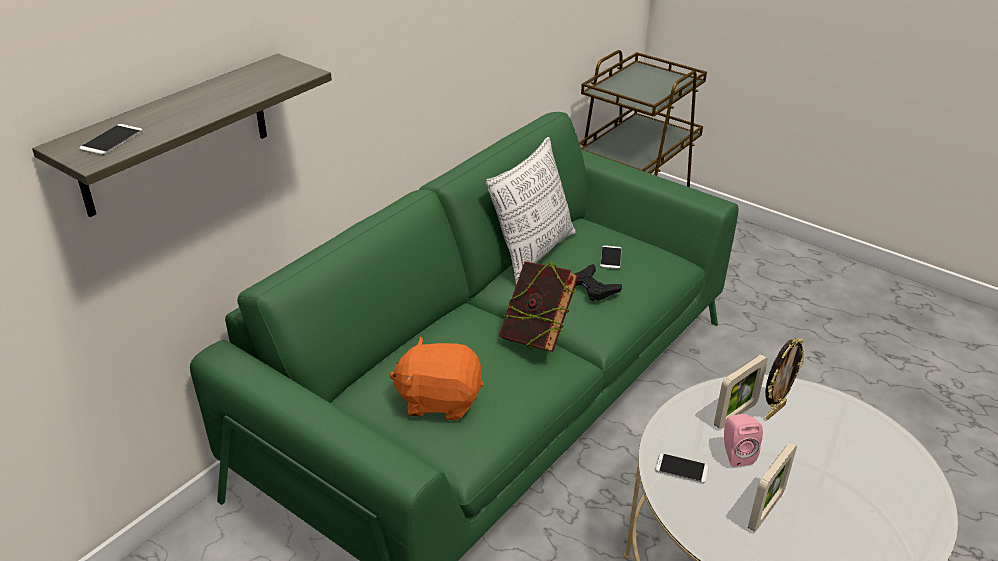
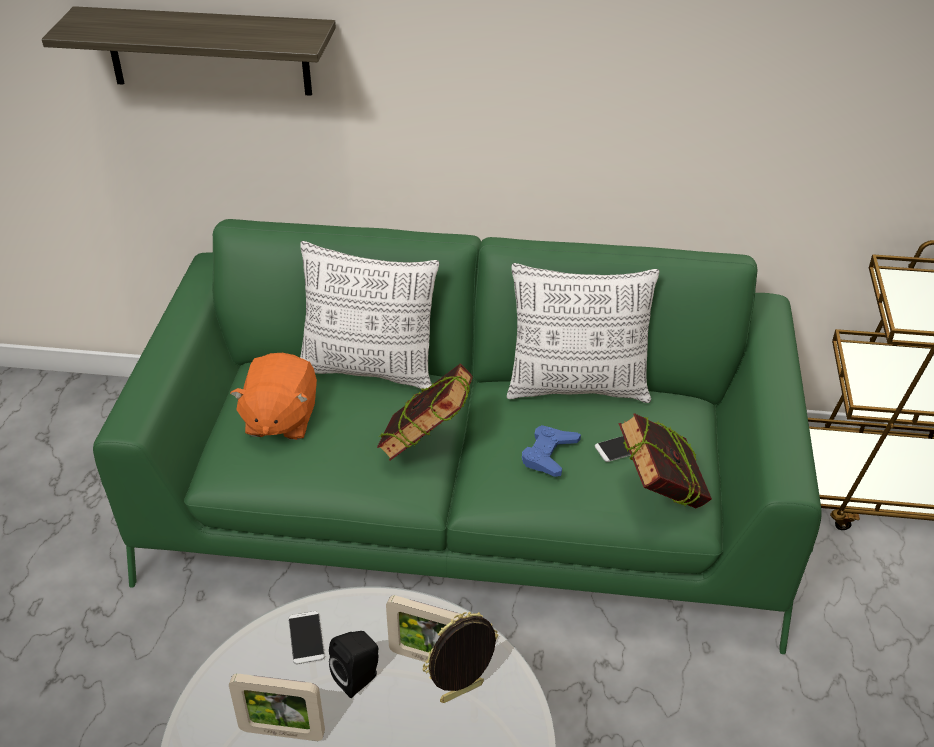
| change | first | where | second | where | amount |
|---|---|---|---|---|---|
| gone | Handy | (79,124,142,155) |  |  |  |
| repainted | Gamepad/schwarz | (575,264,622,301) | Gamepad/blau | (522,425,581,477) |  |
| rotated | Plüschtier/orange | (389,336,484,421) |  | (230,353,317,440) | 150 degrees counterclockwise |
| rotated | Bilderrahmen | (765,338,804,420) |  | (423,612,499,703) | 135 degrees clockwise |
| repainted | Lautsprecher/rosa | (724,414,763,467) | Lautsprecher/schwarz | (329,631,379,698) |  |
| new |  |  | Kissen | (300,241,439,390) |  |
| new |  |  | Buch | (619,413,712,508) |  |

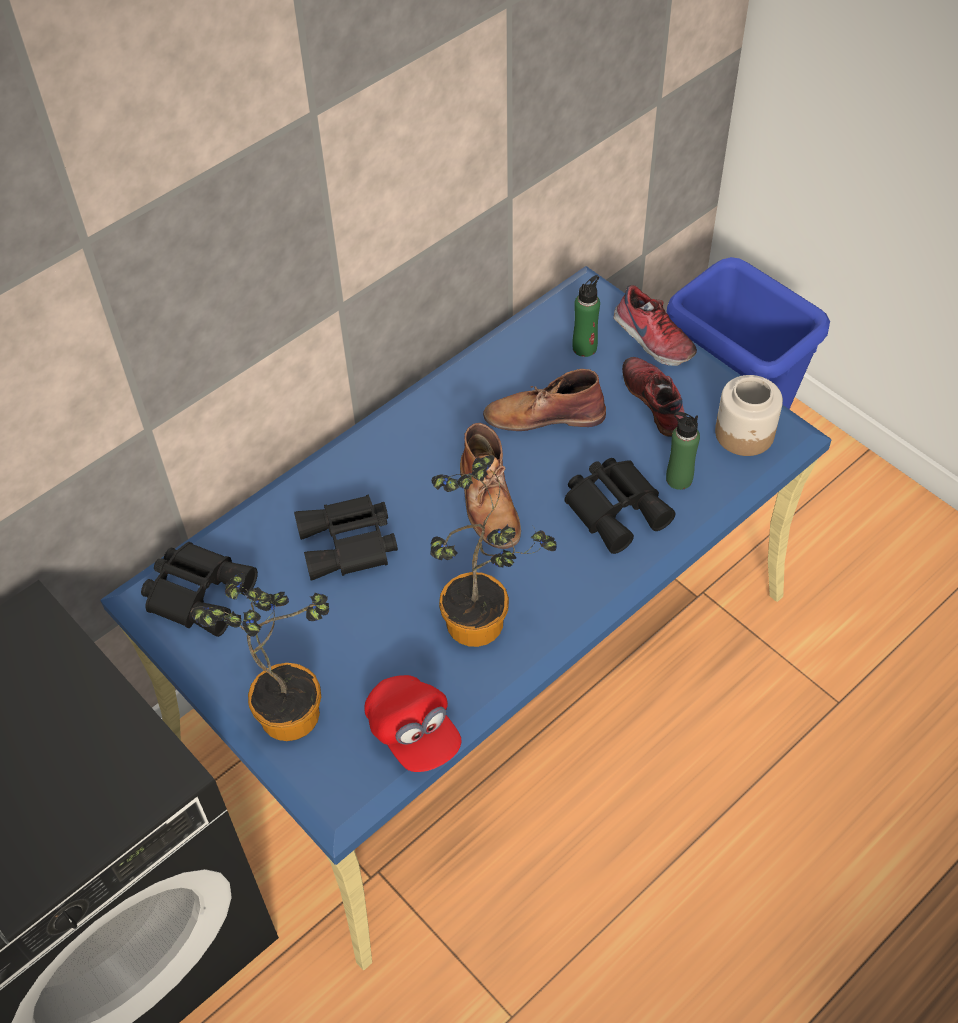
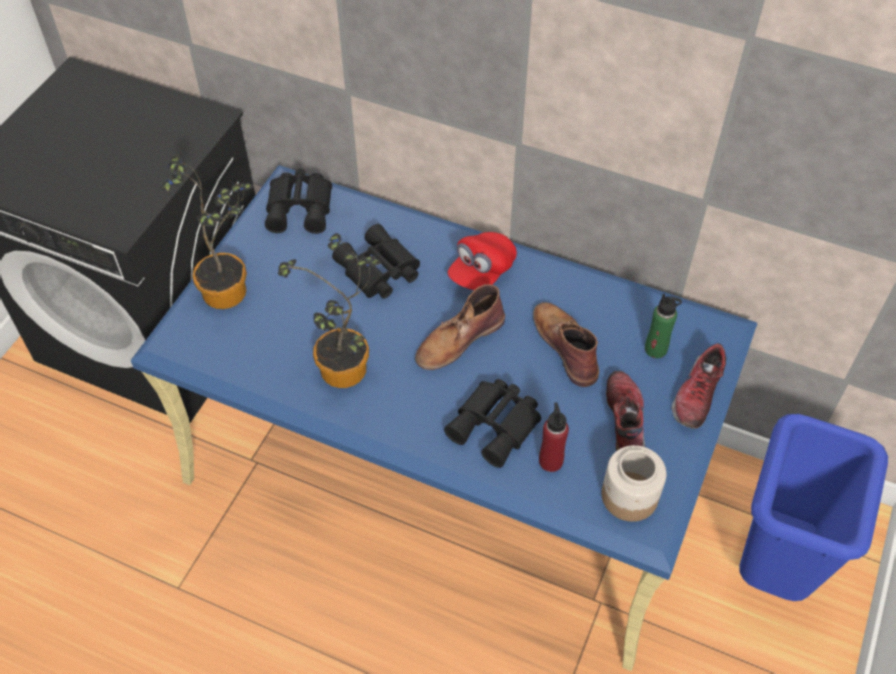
| change | first | where | second | where | amount |
|---|---|---|---|---|---|
| rotated | Schuh | (622,357,685,436) |  | (606,371,645,451) | 45 degrees counterclockwise |
| repainted | Flasche/grün | (666,412,700,490) | Flasche/rot | (539,402,569,472) |  |
| shifted | Kappe/rot | (364,675,462,772) |  | (447,232,517,290) |  |

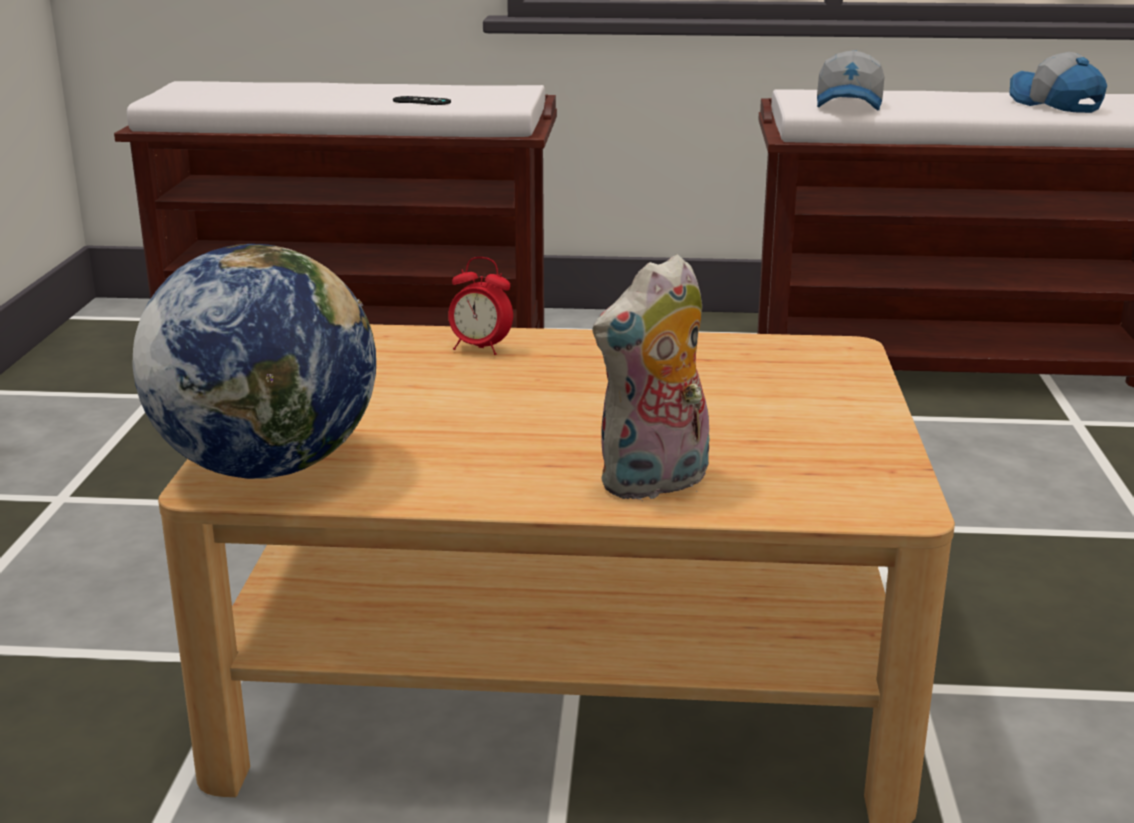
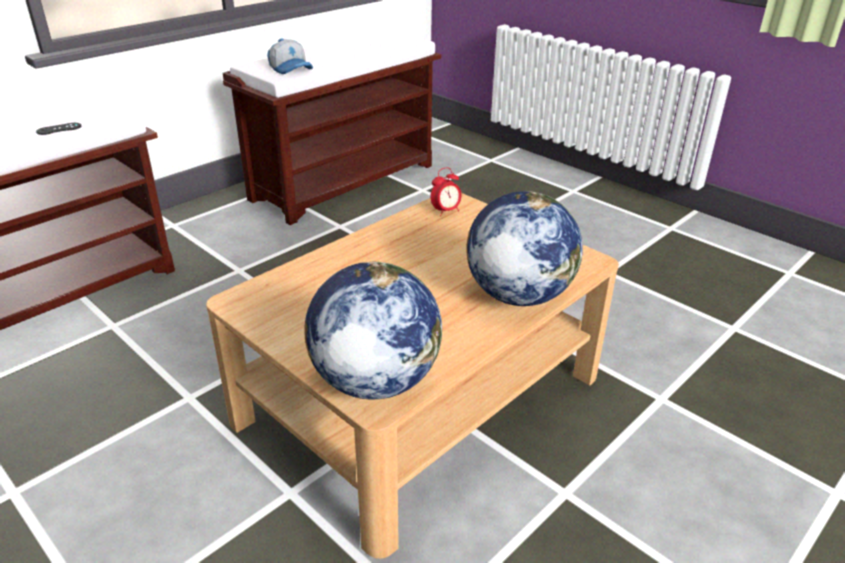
| change | first | where | second | where | amount |
|---|---|---|---|---|---|
| gone | Kappe | (1010,52,1107,113) |  |  |  |
| swapped | Plüschtier | (593,254,710,501) | Globus | (467,191,583,306) |  |
| shifted | Wecker | (448,257,513,355) |  | (430,167,462,216) |  |

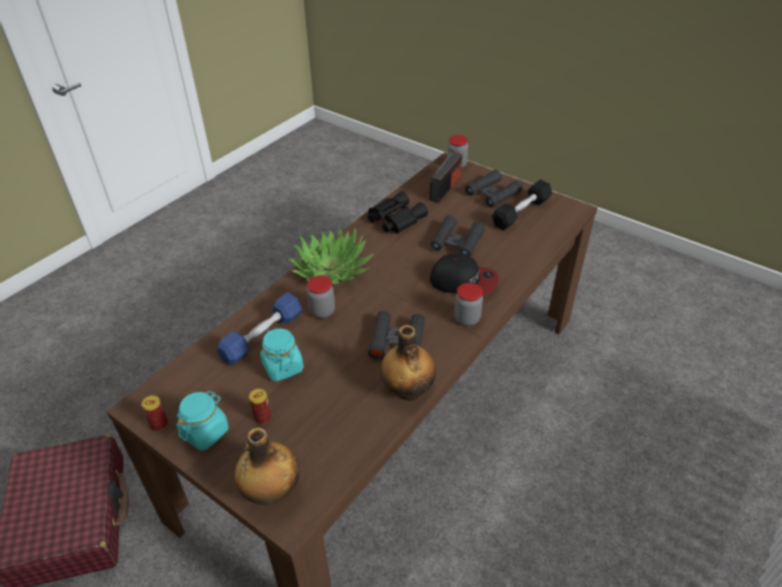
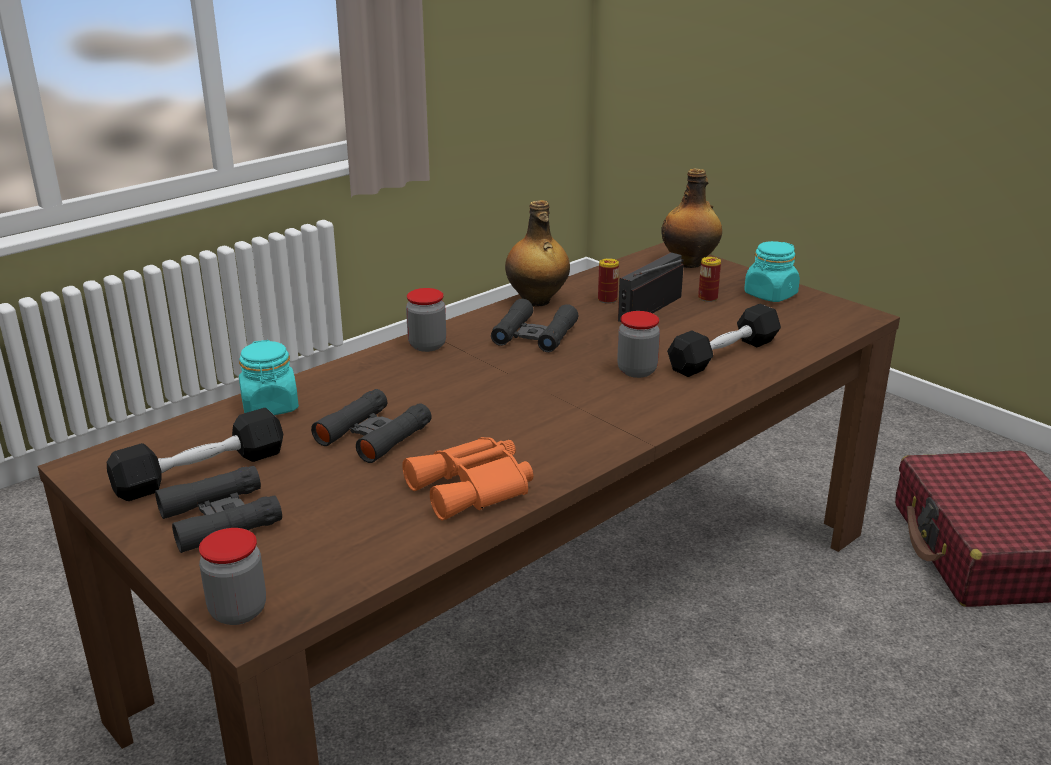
| change | first | where | second | where | amount |
|---|---|---|---|---|---|
| shifted | Radio | (429,149,462,203) |  | (618,252,684,322) |  |
| repainted | Fernglas/schwarz | (368,191,428,234) | Fernglas/orange | (402,437,533,521) |  |
| gone | Topfpflanze | (288,227,373,284) |  |  |  |
| gone | Kappe | (430,253,499,296) |  |  |  |
| repainted | Hantel/blau | (217,292,302,365) | Hantel/schwarz | (667,304,781,377) |  |
| shifted | Vorratsglas/türkis | (260,328,304,381) |  | (239,340,299,415) |  |
| shifted | Dose | (142,395,168,431) |  | (598,258,619,304) |  |

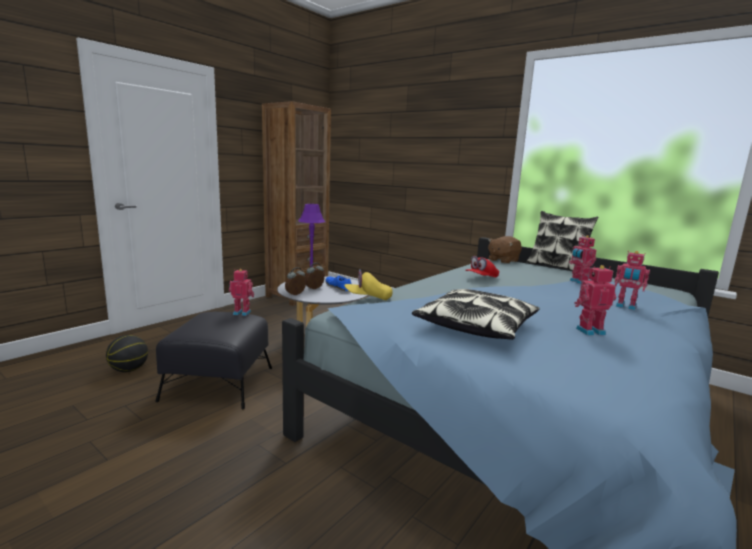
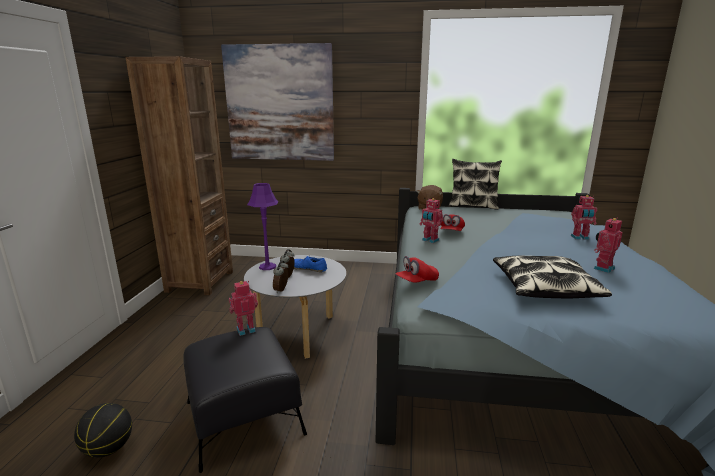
| change | first | where | second | where | amount |
|---|---|---|---|---|---|
| shifted | Spielzeugroboter | (569,235,596,284) |  | (419,198,443,243) |  |
| repainted | Kappe/gelb | (344,269,393,300) | Kappe/rot | (395,256,439,283) |  |
| new |  |  | Bild | (221,43,334,161) |  |

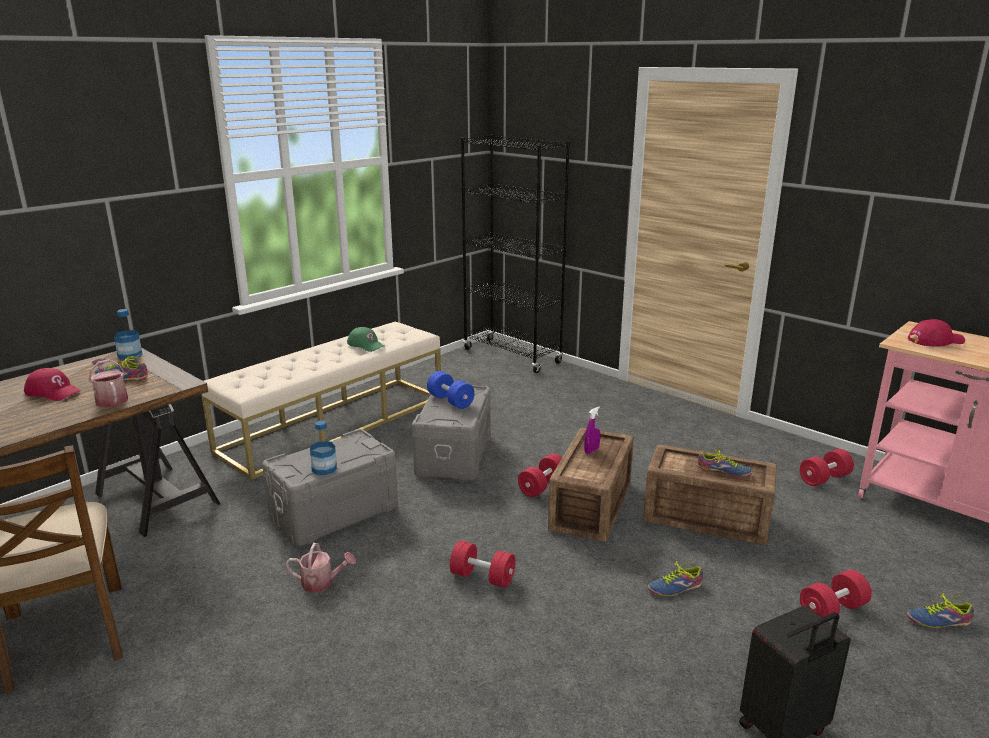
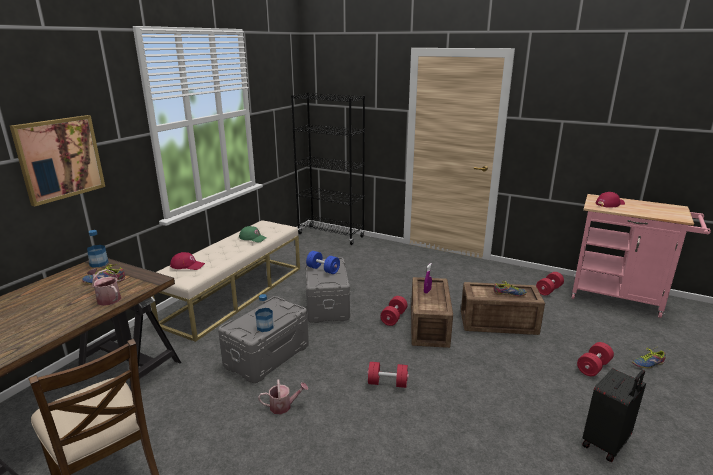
| change | first | where | second | where | amount |
|---|---|---|---|---|---|
| shifted | Kappe/rot | (24,368,81,401) |  | (170,252,205,270) |  |
| gone | Schuh | (648,560,703,596) |  |  |  |
| new |  |  | Bild | (10,115,105,207) |  |

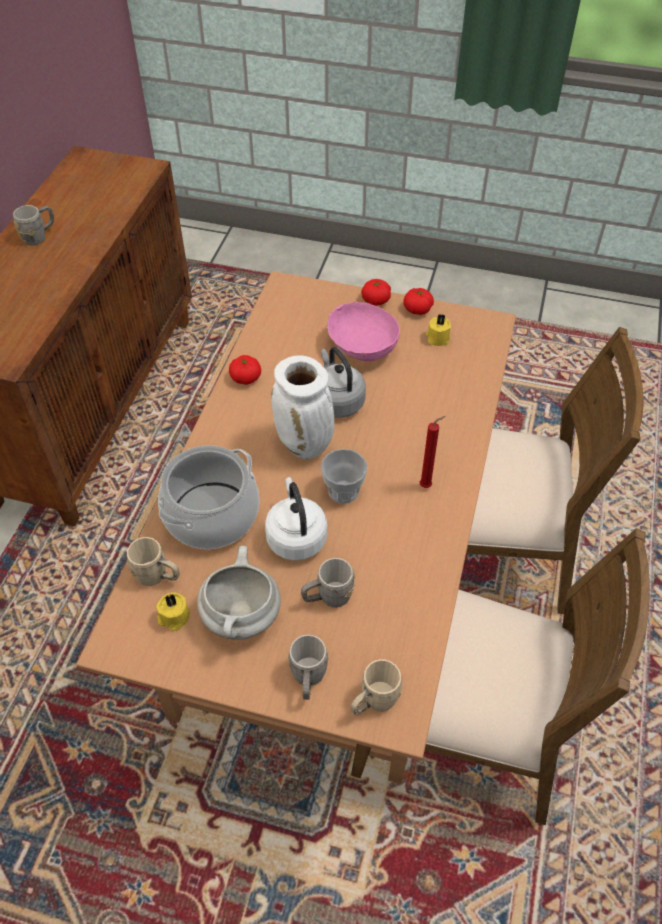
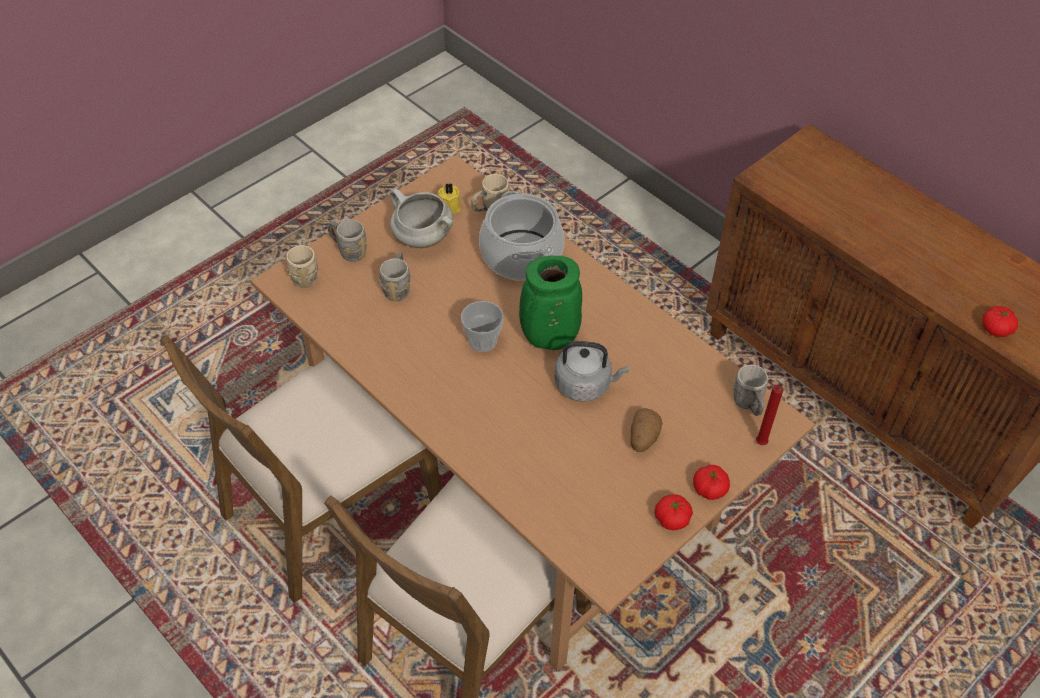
| change | first | where | second | where | amount |
|---|---|---|---|---|---|
| shifted | Henkelbecher/grau | (13,205,54,245) |  | (733,365,768,416) |  |
| swapped | Schüssel/rosa | (327,302,400,361) | Kartoffel | (630,408,662,452) |  |
| gone | Kerze/gelb | (426,314,451,346) |  |  |  |
| shifted | Tomate | (229,355,261,385) |  | (982,306,1018,337) |  |
| repainted | Vase/weiß | (271,355,334,459) | Vase/grün | (519,256,582,350) |  |
| shifted | Kerze/rot | (420,416,445,488) |  | (756,385,783,445) |  |
| gone | Wasserkessel/weiß | (265,477,327,561) |  |  |  |

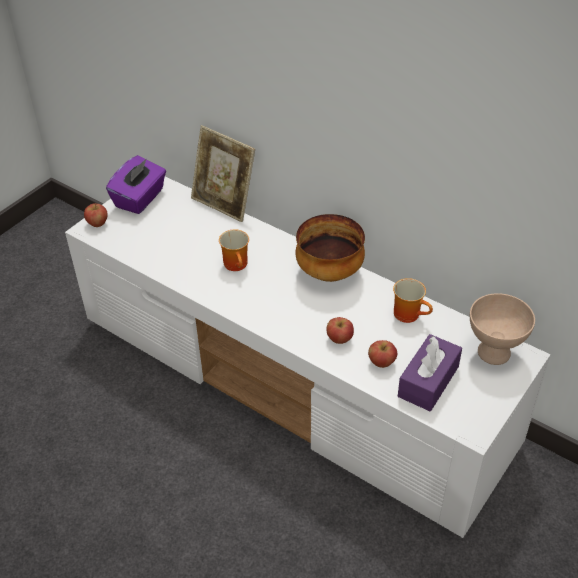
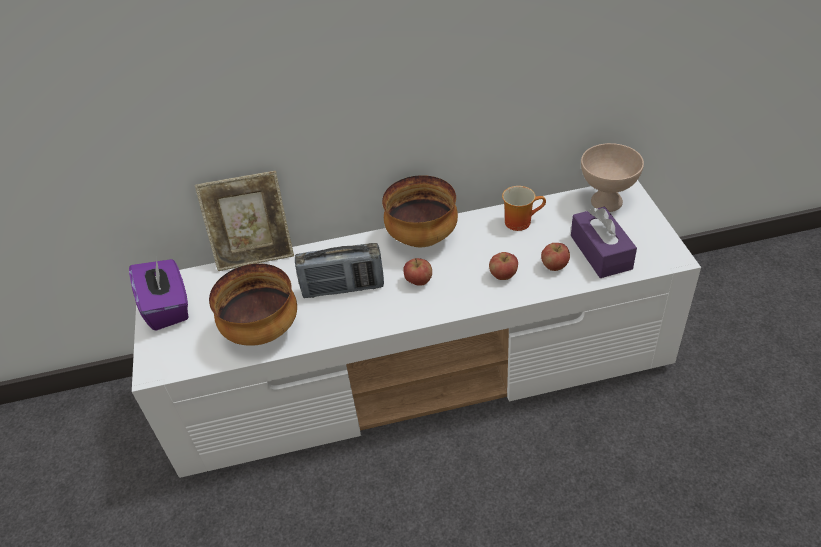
| change | first | where | second | where | amount |
|---|---|---|---|---|---|
| shifted | Apfel | (84,203,108,227) |  | (403,258,432,286) |  |
| swapped | Henkelbecher | (219,230,249,271) | Radio | (295,243,384,298) |  |
| new |  |  | Schüssel | (209,264,297,346) |  |

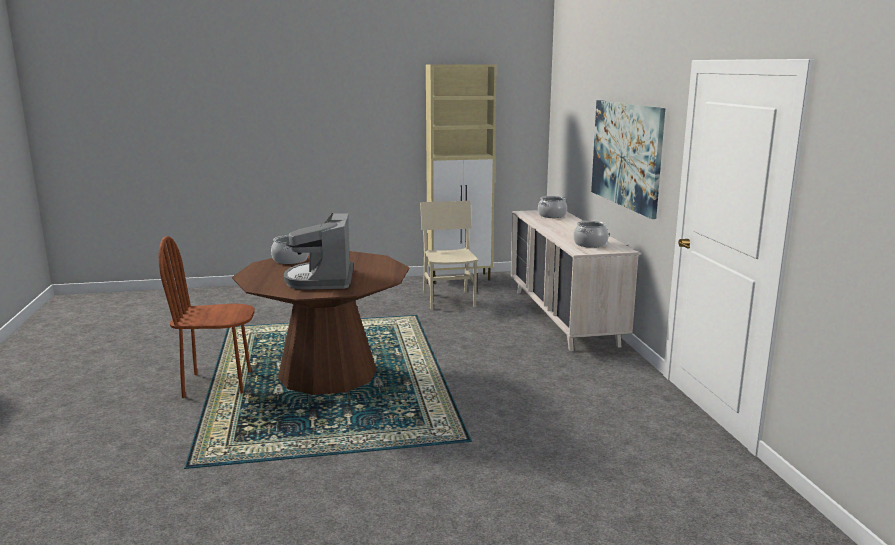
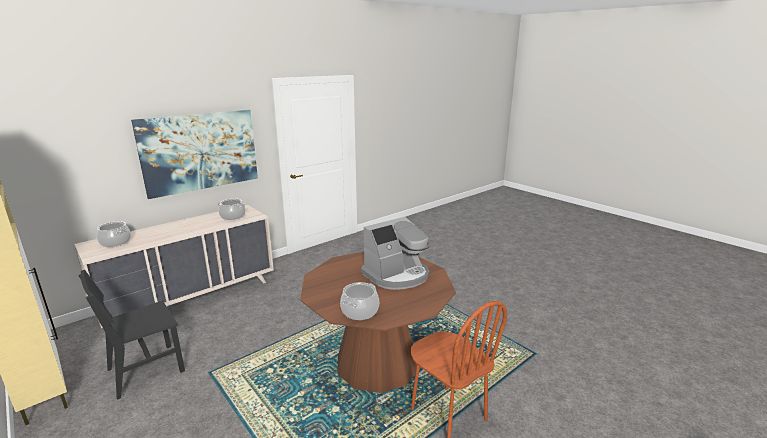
| change | first | where | second | where | amount |
|---|---|---|---|---|---|
| repainted | Stuhl/beige | (420,201,478,310) | Stuhl/schwarz | (79,270,185,400) |  |

